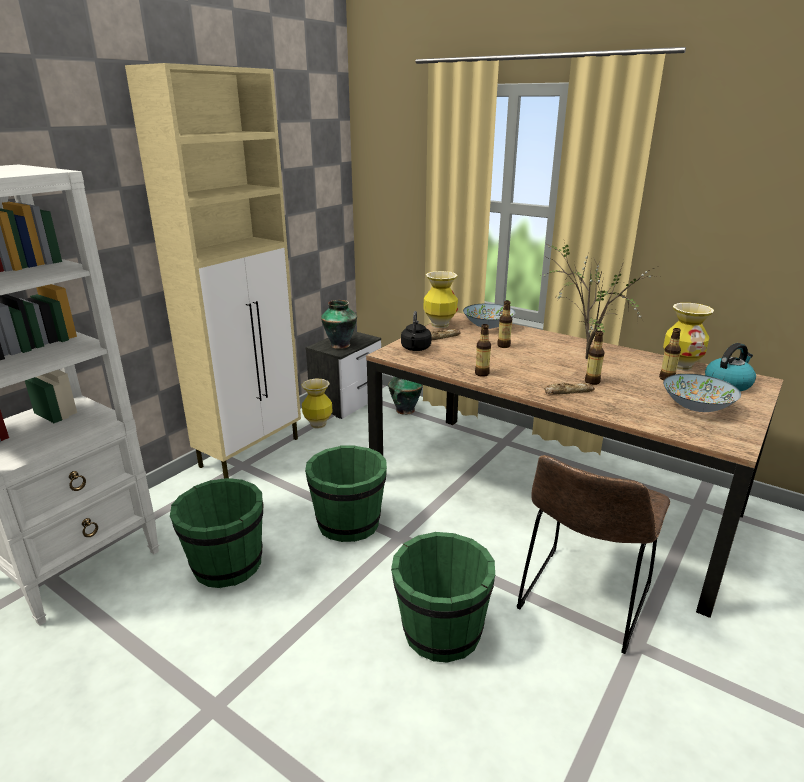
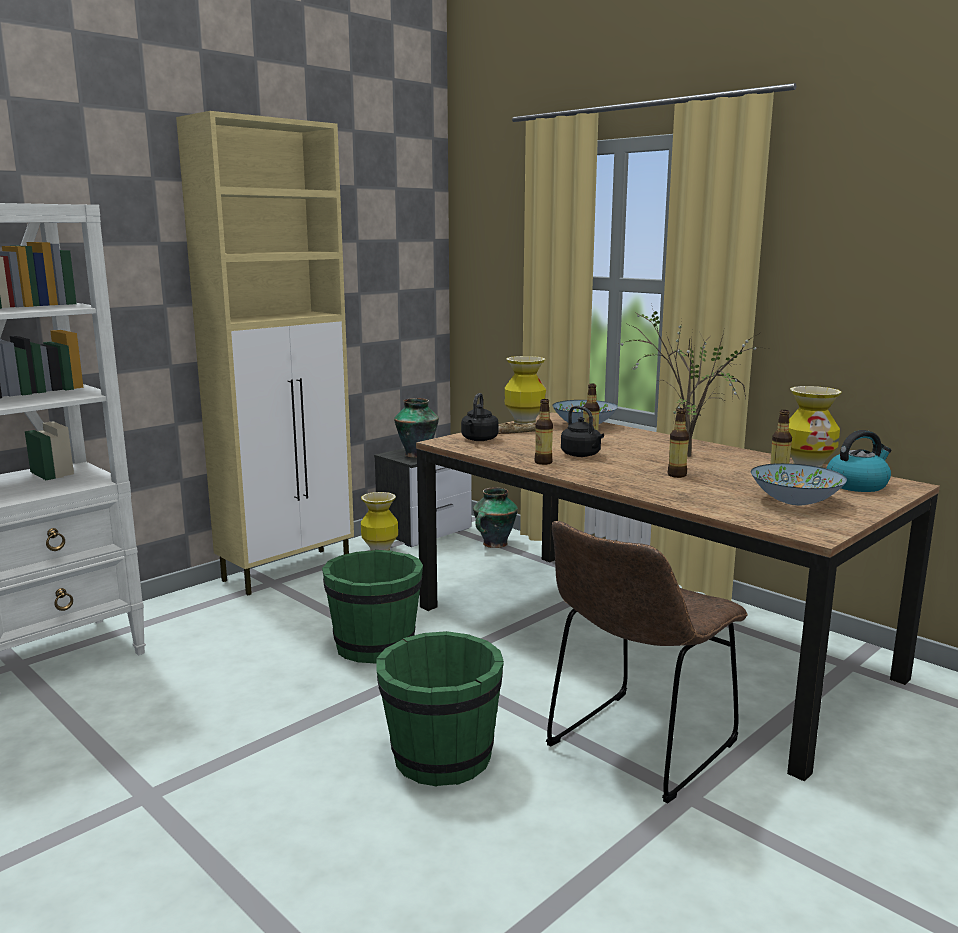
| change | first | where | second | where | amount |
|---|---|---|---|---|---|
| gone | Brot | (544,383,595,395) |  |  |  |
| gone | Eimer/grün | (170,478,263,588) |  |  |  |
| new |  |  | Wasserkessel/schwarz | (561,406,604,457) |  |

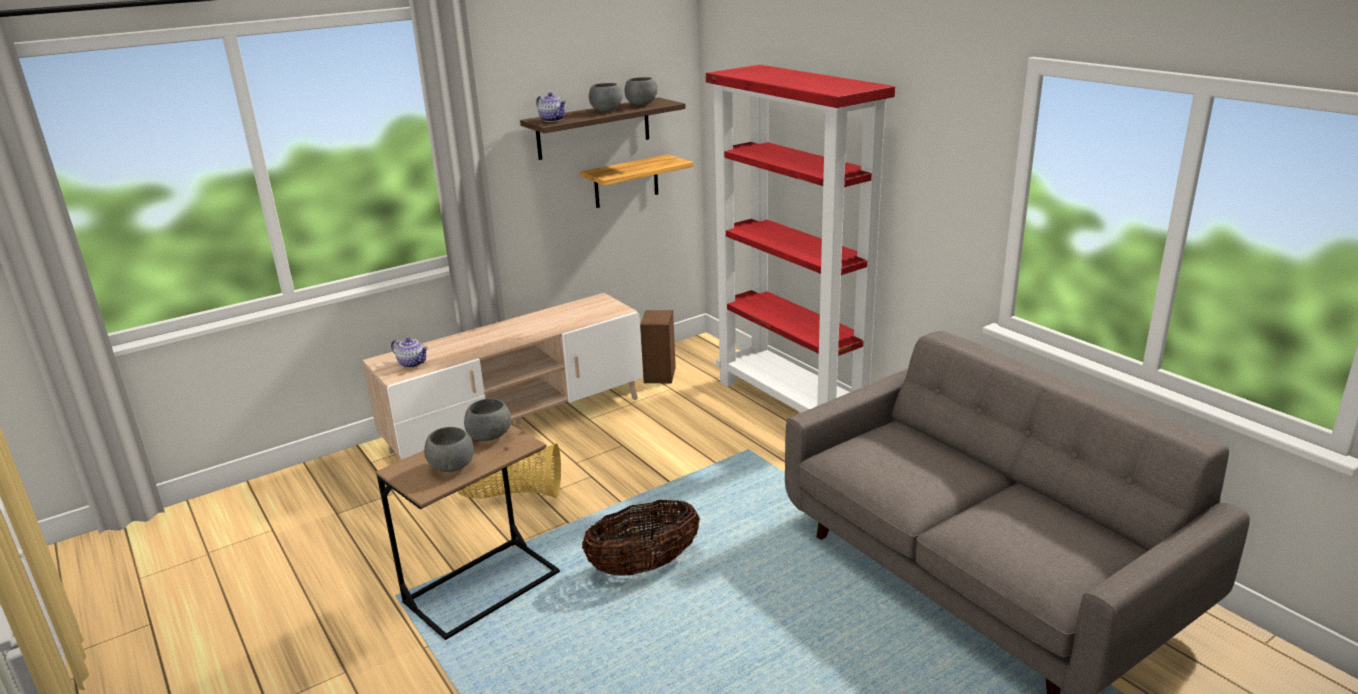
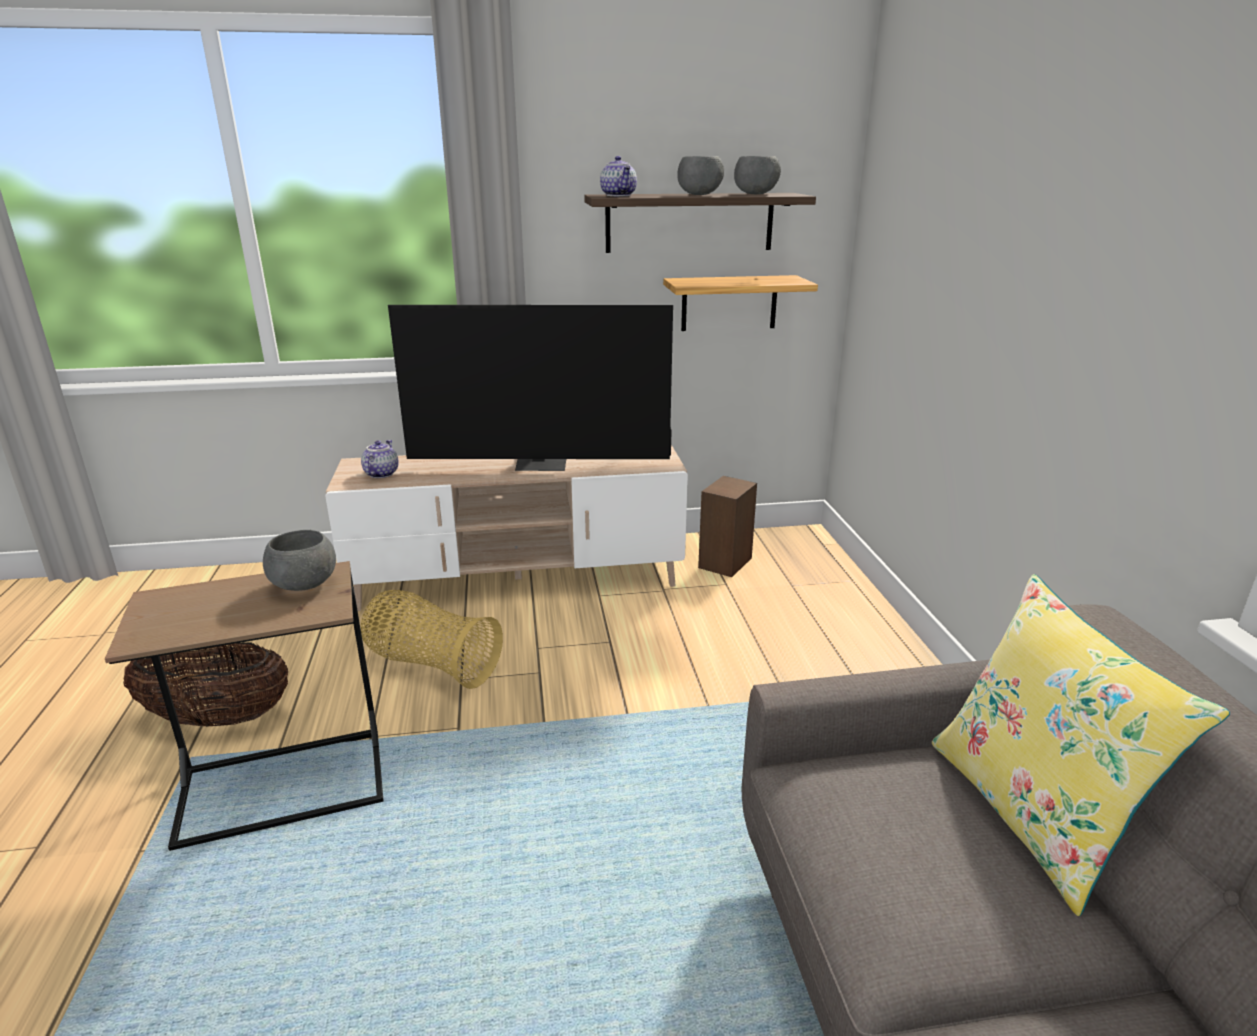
| change | first | where | second | where | amount |
|---|---|---|---|---|---|
| gone | Bücherregal/rot | (706,65,895,413) |  |  |  |
| rotated | Teekanne | (391,338,428,368) |  | (361,440,399,478) | 135 degrees counterclockwise |
| gone | Schüssel/grau | (424,427,474,472) |  |  |  |
| shifted | Korb | (582,500,700,576) |  | (123,642,288,727) |  |
| new |  |  | Fernseher | (388,305,673,471) |  |
| new |  |  | Kissen/gelb | (932,574,1230,916) |  |

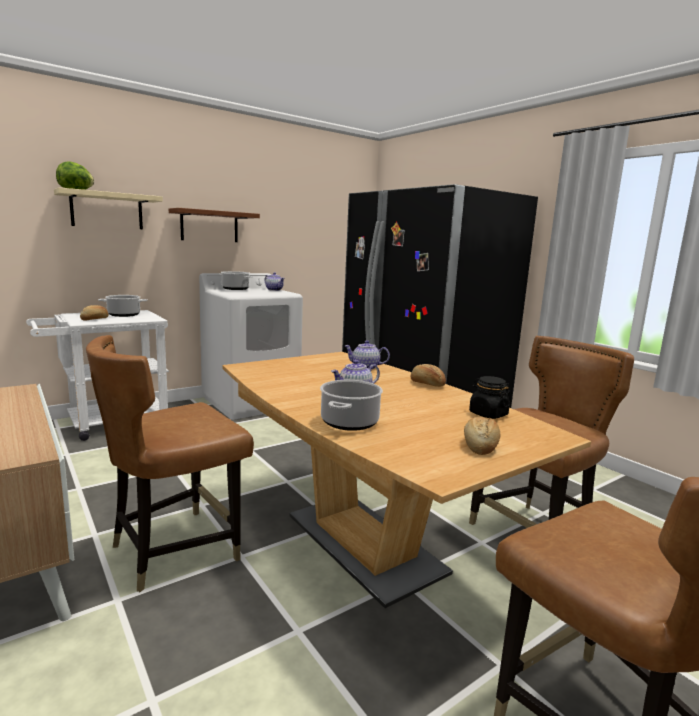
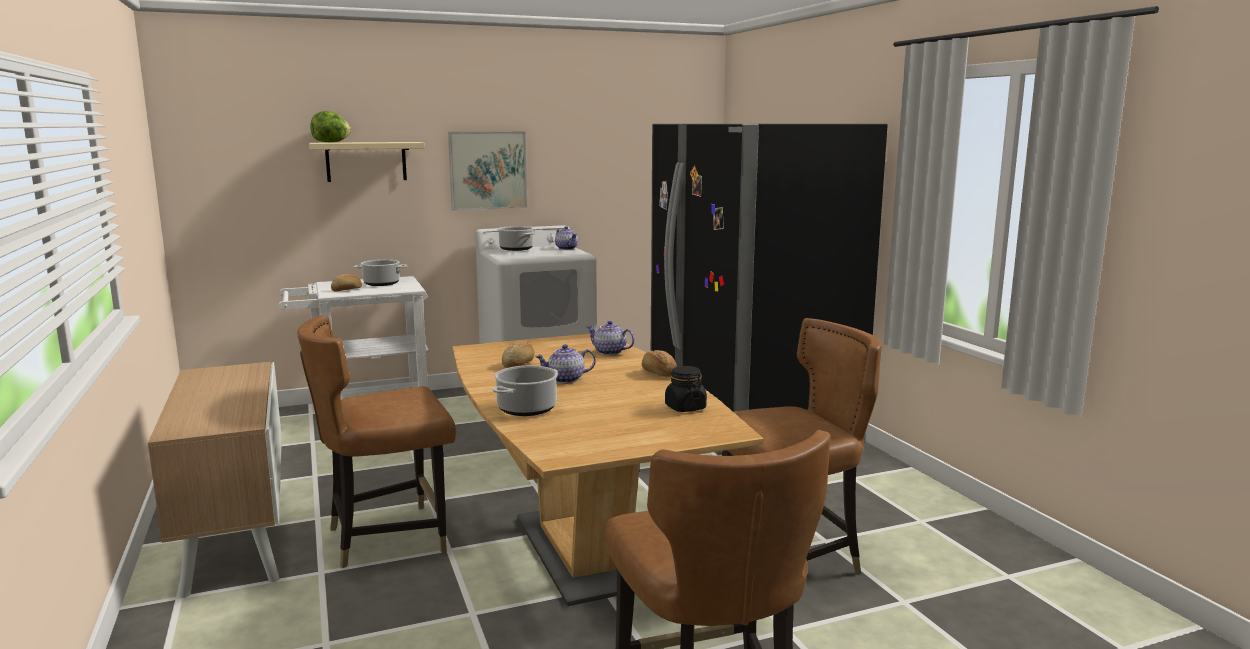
| change | first | where | second | where | amount |
|---|---|---|---|---|---|
| swapped | Wandregal/braun | (169,208,260,242) | Bild | (448,132,527,211) |  |
| shifted | Brot | (464,417,500,455) |  | (502,342,535,368) |  |

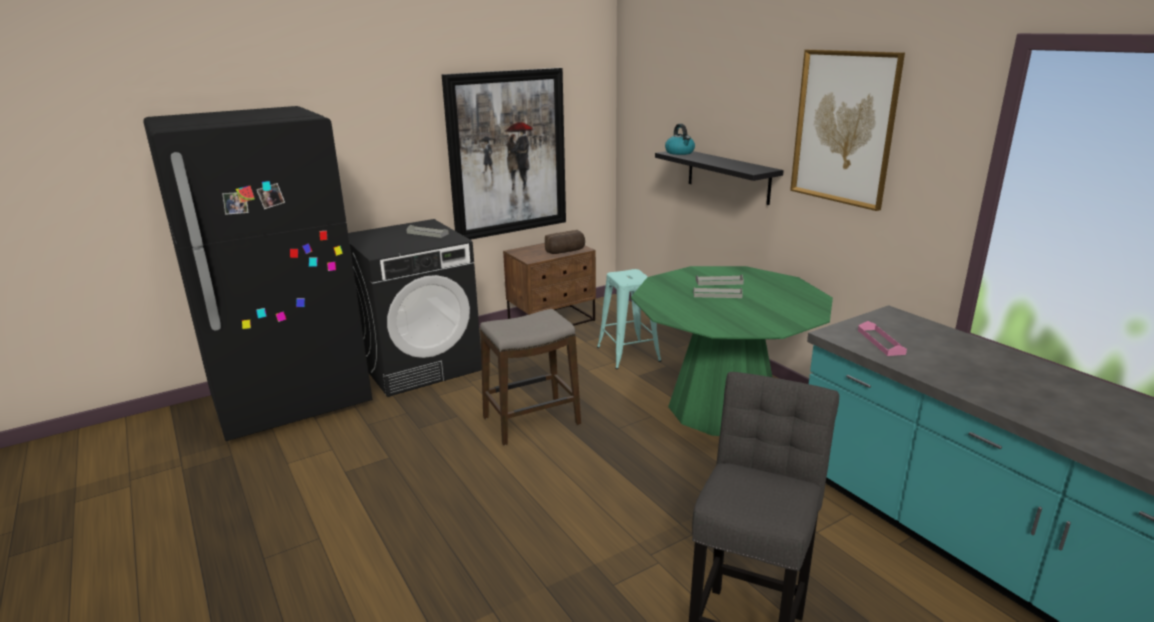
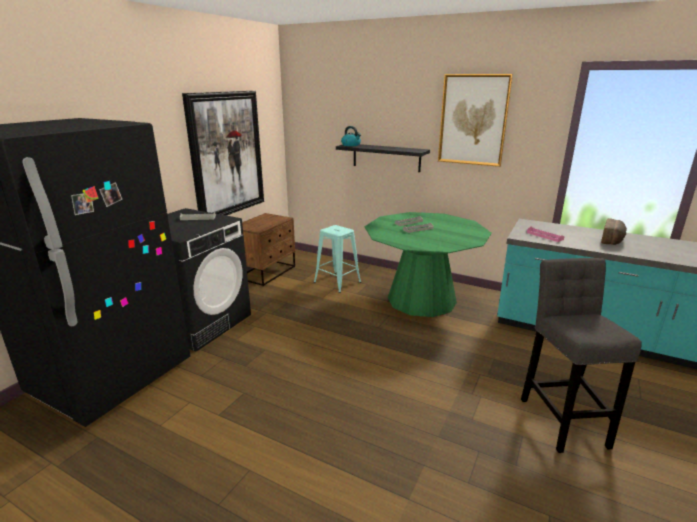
| change | first | where | second | where | amount |
|---|---|---|---|---|---|
| shifted | Brot | (545,230,585,254) |  | (601,218,627,245) |  |
| gone | Hocker | (480,309,581,445) |  |  |  |

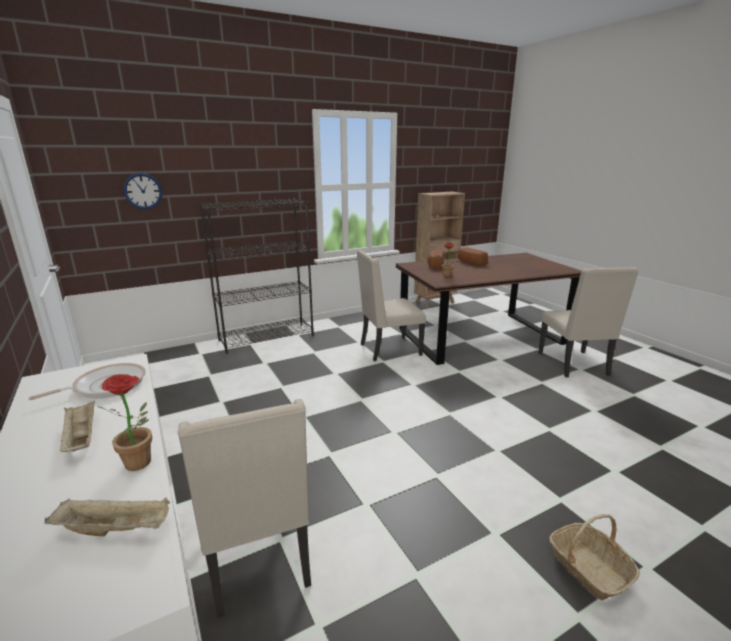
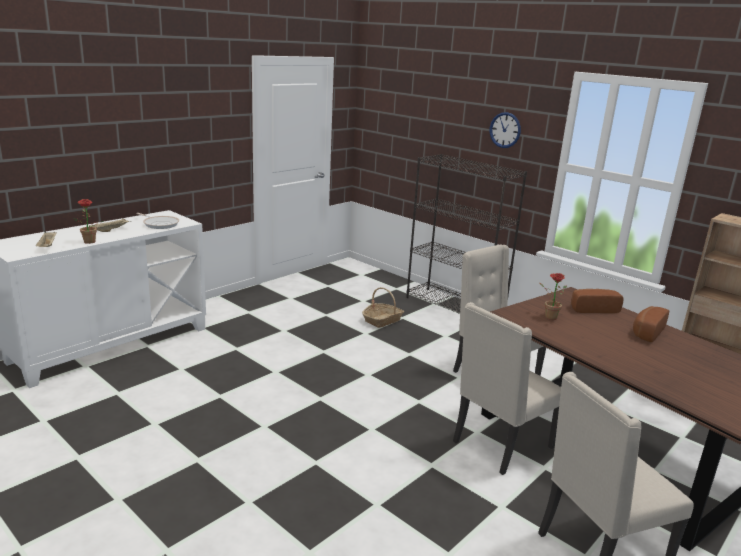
| change | first | where | second | where | amount |
|---|---|---|---|---|---|
| shifted | Wanduhr | (124,173,162,209) |  | (490,112,521,148) |  |
| shifted | Stuhl/beige | (178,399,311,618) |  | (453,302,561,475) |  |
| shifted | Korb | (549,514,640,601) |  | (362,287,404,328) |  |

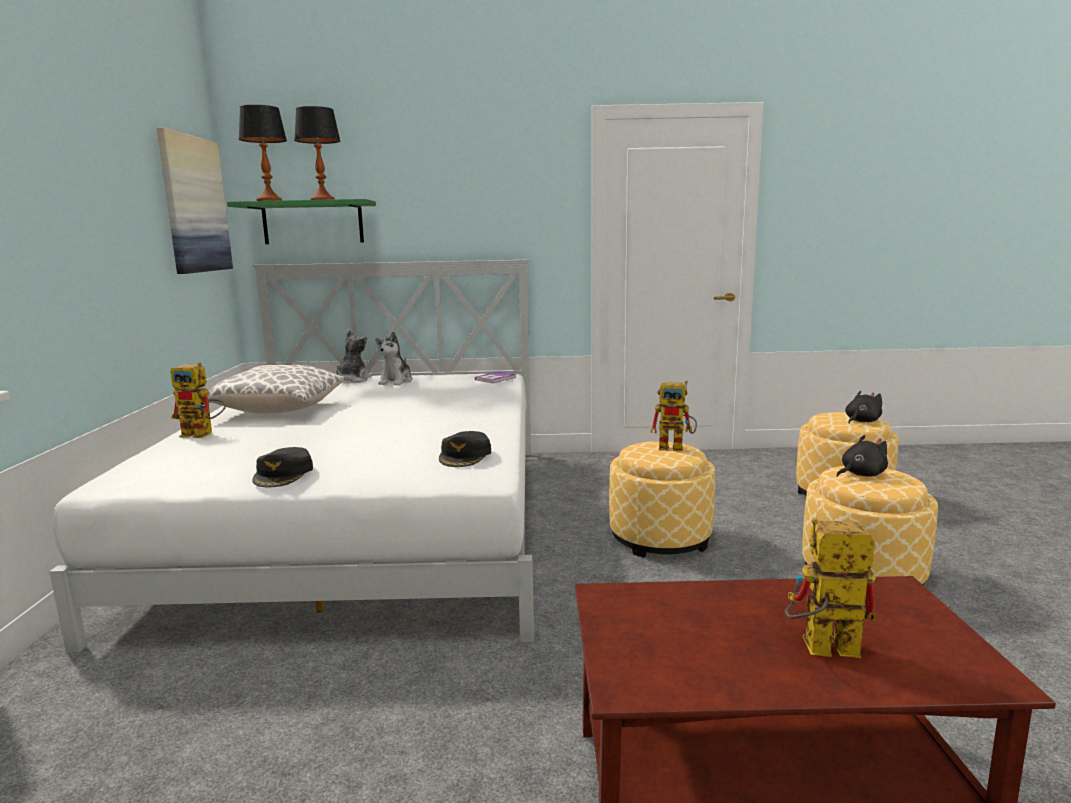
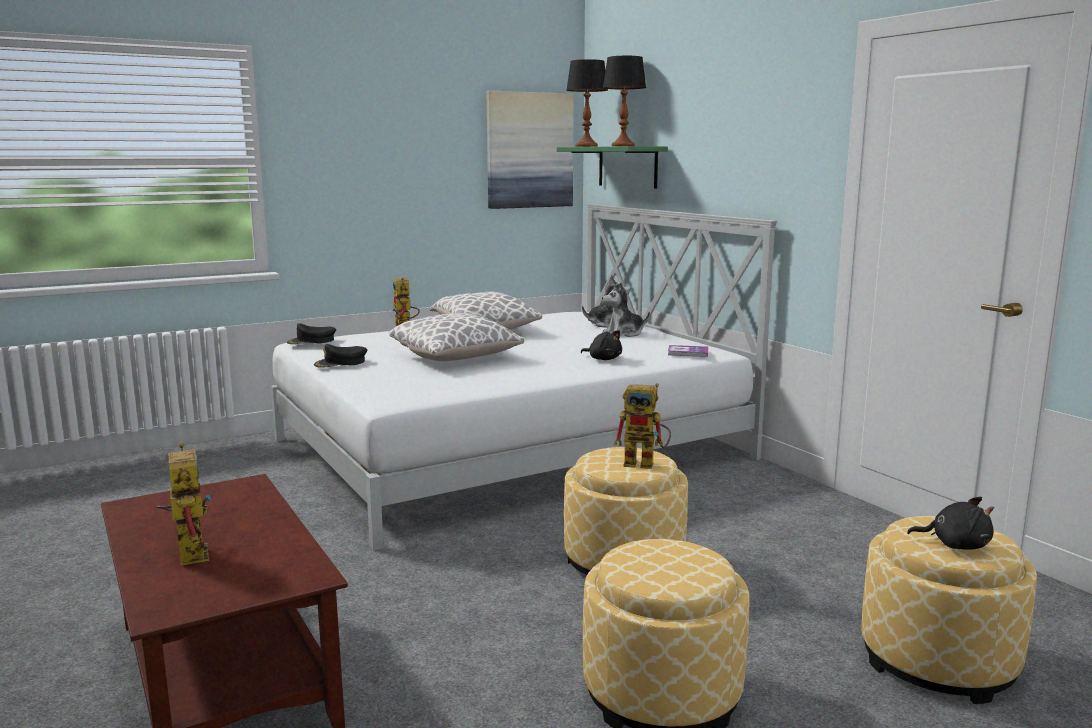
| change | first | where | second | where | amount |
|---|---|---|---|---|---|
| rotated | Spielzeugroboter | (650,380,697,451) |  | (614,383,671,469) | 60 degrees counterclockwise |
| shifted | Kappe/schwarz | (439,431,491,467) |  | (287,323,336,344) |  |
| shifted | Plüschtier/schwarz | (836,435,888,477) |  | (581,330,622,360) |  |
| new |  |  | Kissen | (389,313,524,361) |  |

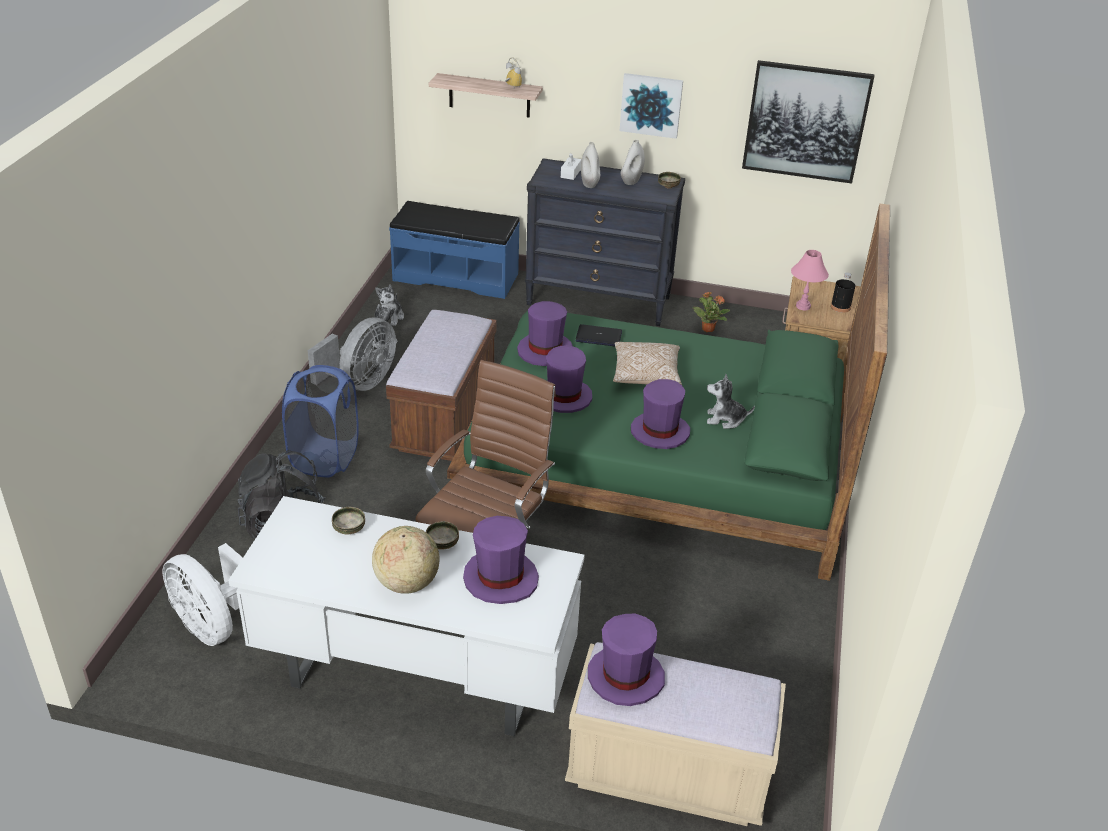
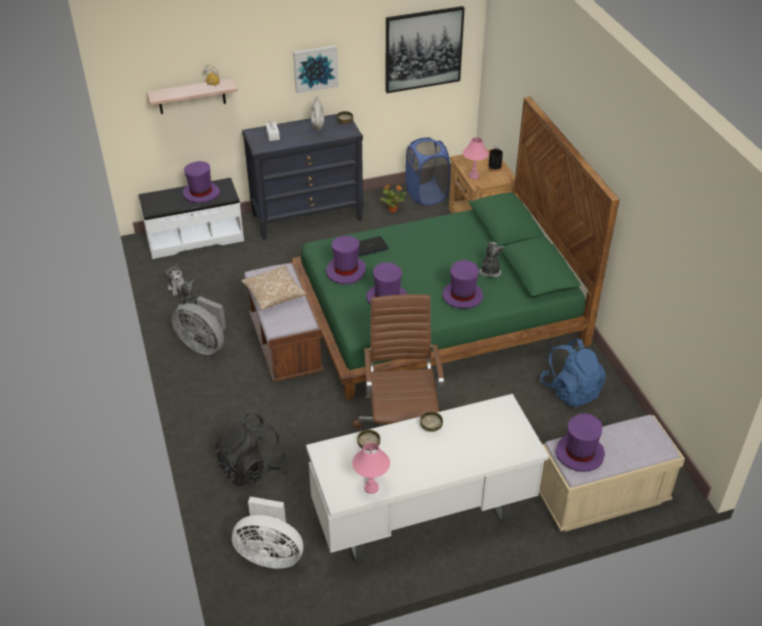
| change | first | where | second | where | amount |
|---|---|---|---|---|---|
| gone | Vase/weiß | (581,142,600,188) |  |  |  |
| repainted | Bank/blau | (389,201,520,299) | Bank/weiß | (138,178,244,259) |  |
| rotated | Ventilator/grau | (308,317,396,391) |  | (172,296,226,355) | 120 degrees clockwise |
| shifted | Kissen | (613,342,682,385) |  | (241,266,307,311) |  |
| shifted | Wäschekorb/blau | (282,365,359,477) |  | (406,137,450,205) |  |
| rotated | Plüschtier | (707,374,755,429) |  | (479,242,504,277) | 120 degrees clockwise |
| shifted | Hut/lila | (463,516,539,604) |  | (183,161,220,203) |  |
| gone | Globus | (372,526,440,594) |  |  |  |
| new |  |  | Rucksack/blau | (540,339,606,407) |  |
| new |  |  | Tischlampe/rosa | (352,442,390,494) |  |

